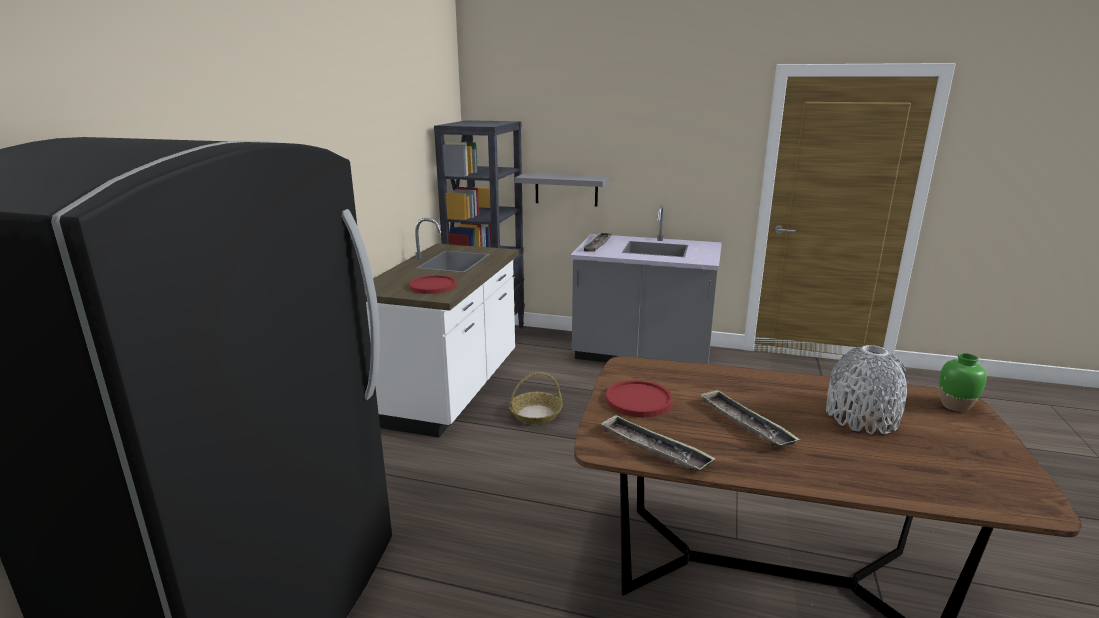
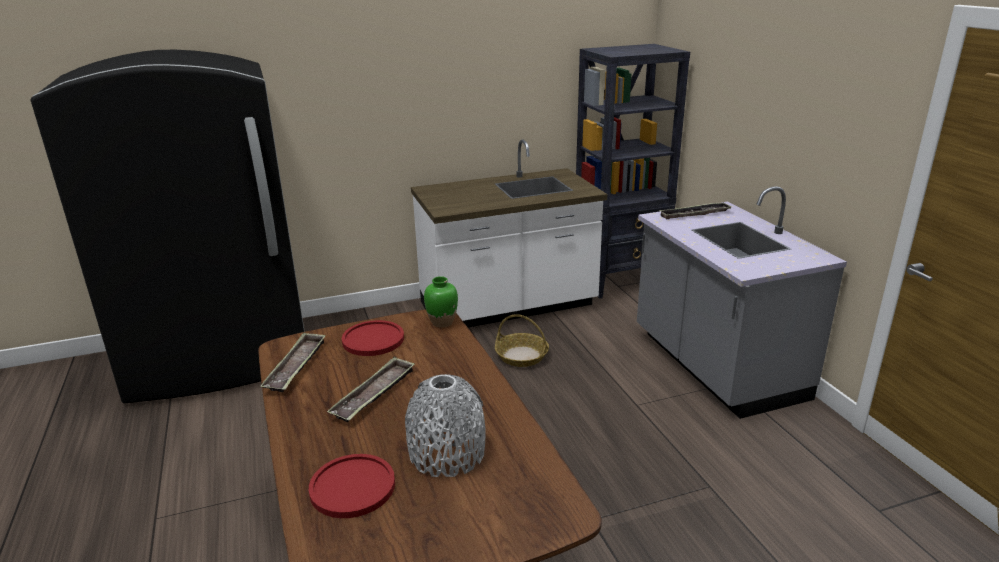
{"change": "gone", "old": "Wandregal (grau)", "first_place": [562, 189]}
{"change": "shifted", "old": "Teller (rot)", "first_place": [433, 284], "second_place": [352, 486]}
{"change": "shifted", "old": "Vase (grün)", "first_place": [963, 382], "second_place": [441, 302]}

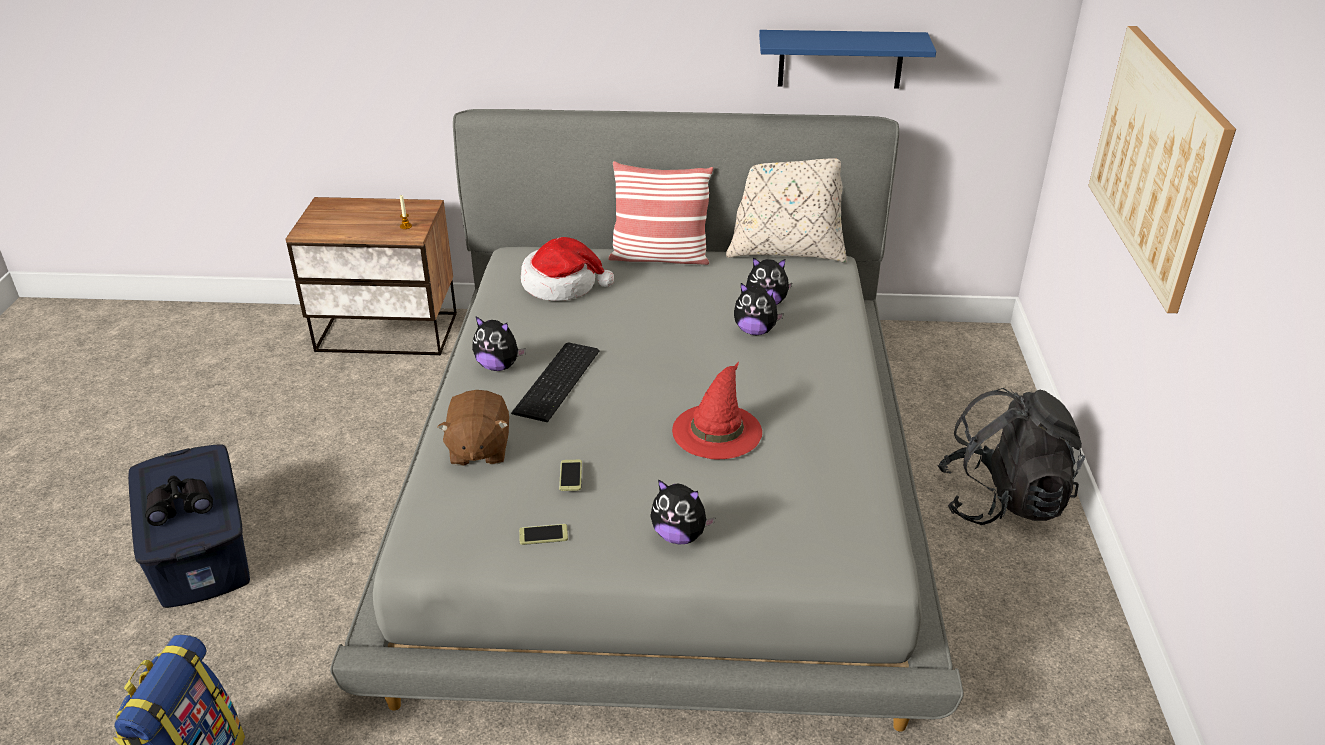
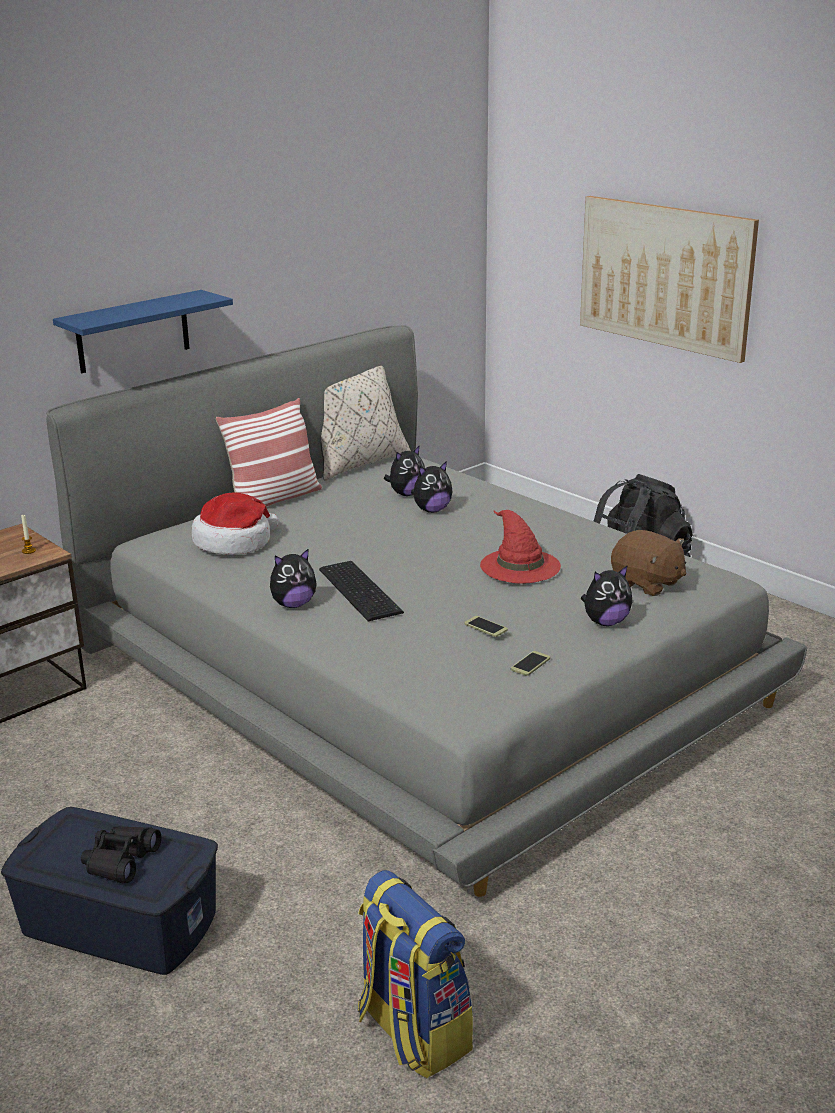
{"change": "shifted", "old": "Plüschtier (braun)", "first_place": [473, 428], "second_place": [648, 563]}
{"change": "shifted", "old": "Wandregal (blau)", "first_place": [847, 59], "second_place": [143, 331]}

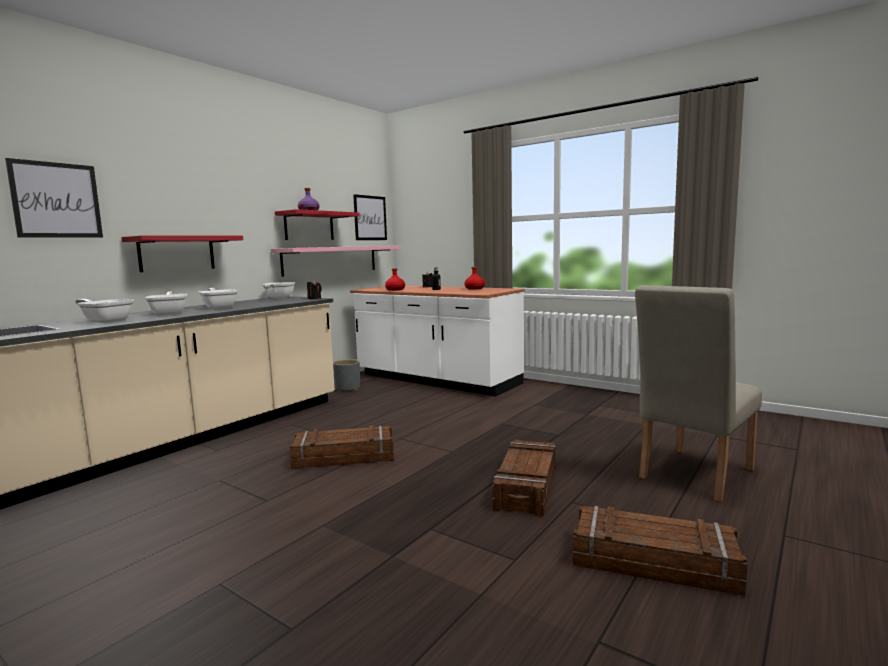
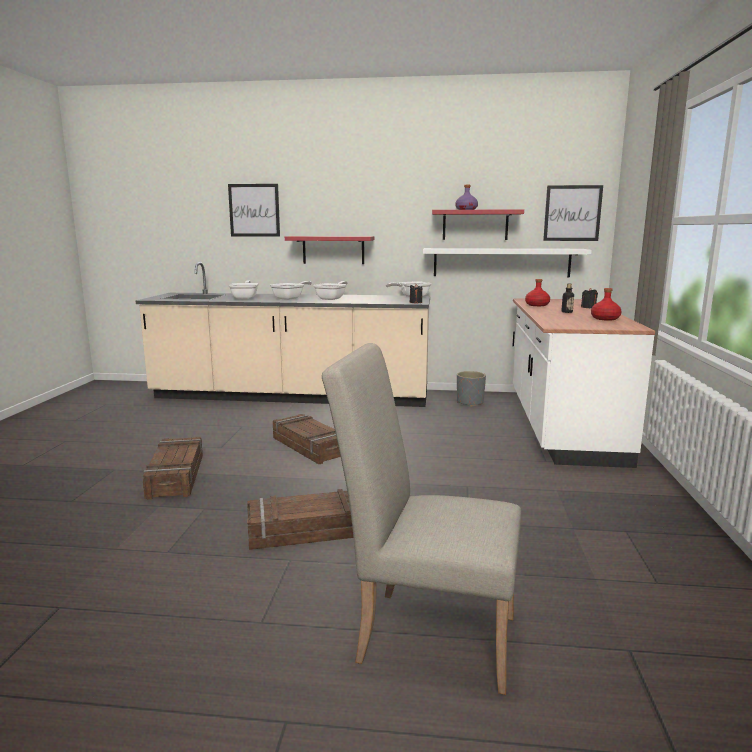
{"change": "shifted", "old": "Kiste", "first_place": [660, 551], "second_place": [172, 468]}
{"change": "repainted", "old": "Wandregal (rosa)", "new": "Wandregal (weiß)", "first_place": [335, 261], "second_place": [507, 262]}

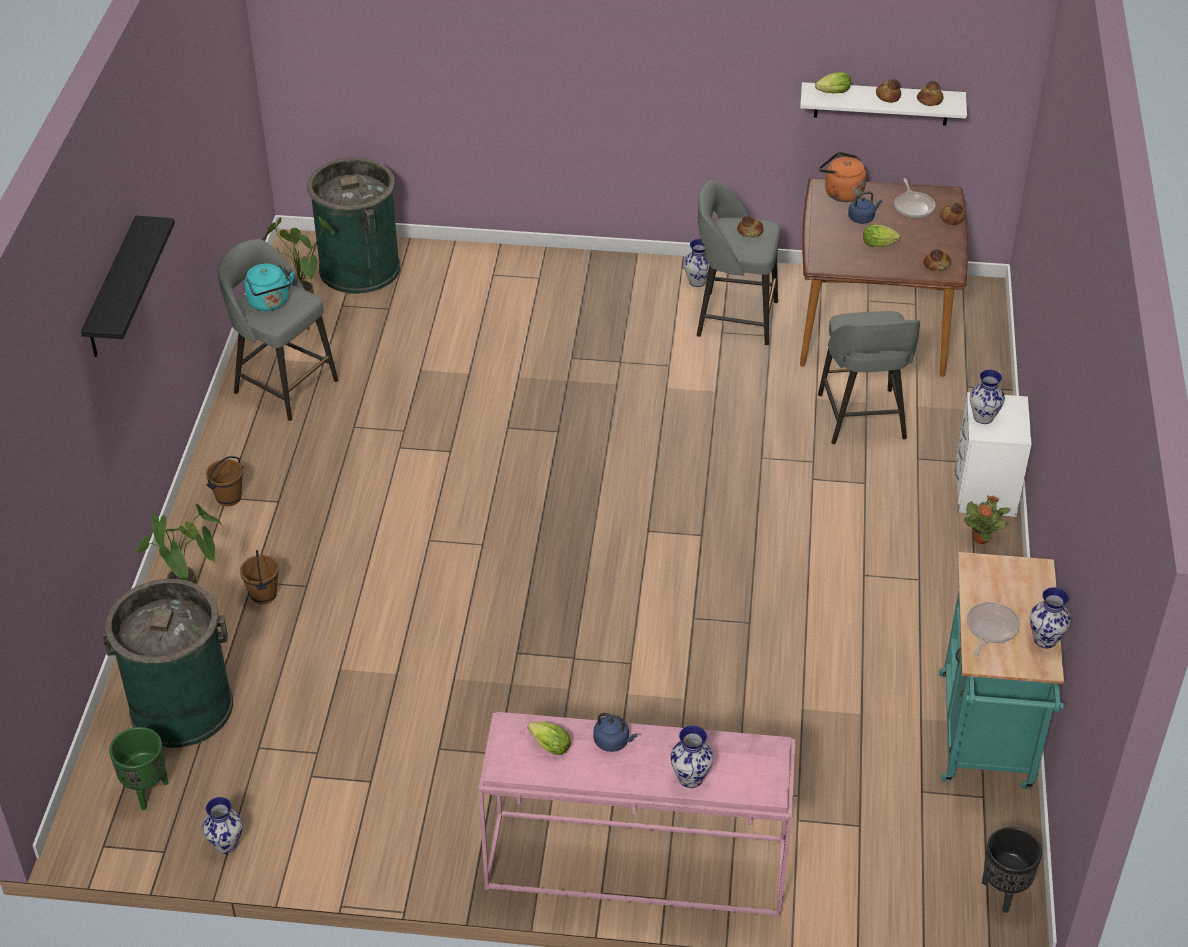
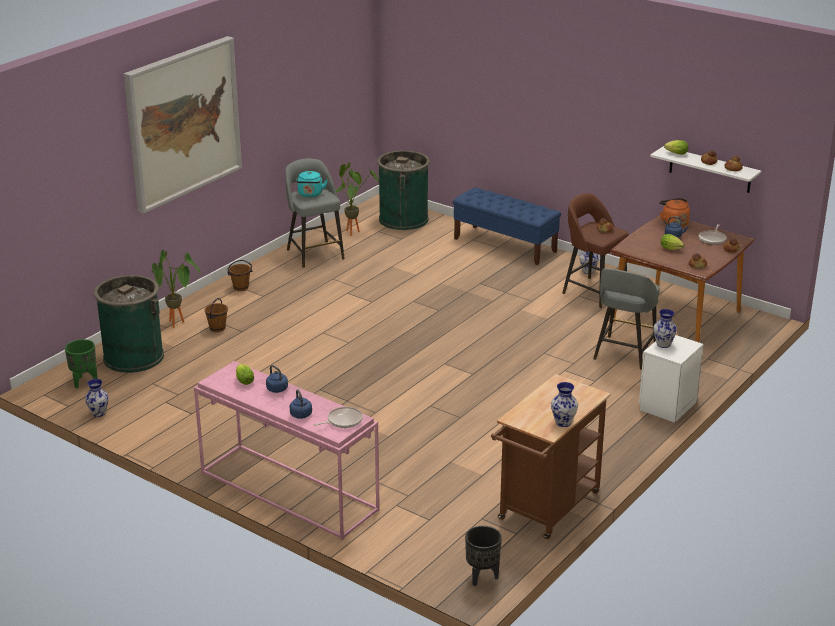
{"change": "gone", "old": "Topfpflanze", "first_place": [987, 520]}
{"change": "new", "new": "Bank (blau)", "second_place": [507, 226]}
{"change": "shifted", "old": "Pfanne", "first_place": [993, 629], "second_place": [338, 417]}
{"change": "swapped", "old": "Wandregal (schwarz)", "new": "Bild", "first_place": [128, 286], "second_place": [183, 124]}
{"change": "swapped", "old": "Vase", "new": "Wasserkessel (blau)", "first_place": [691, 756], "second_place": [301, 404]}
{"change": "repainted", "old": "Hocker (grau)", "new": "Hocker (braun)", "first_place": [739, 262], "second_place": [595, 250]}
{"change": "repainted", "old": "Rollwagen (türkis)", "new": "Rollwagen (braun)", "first_place": [1001, 671], "second_place": [551, 457]}

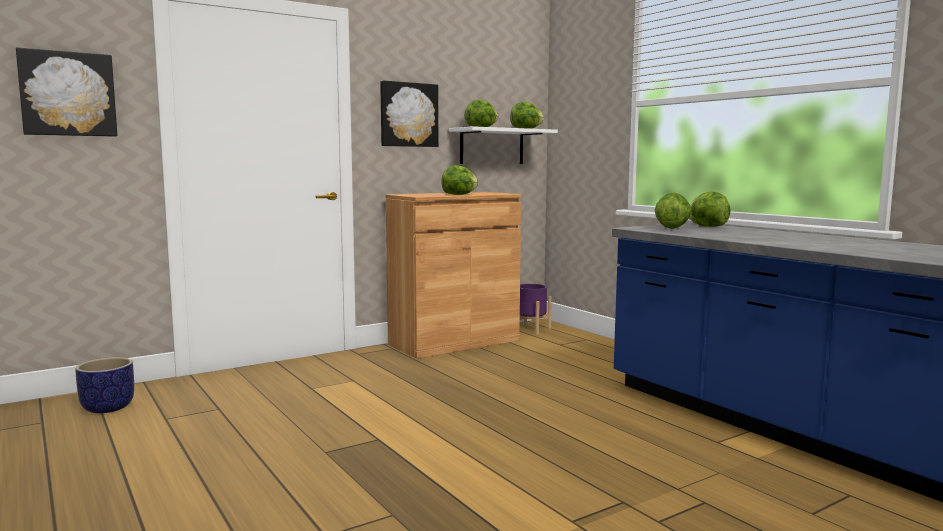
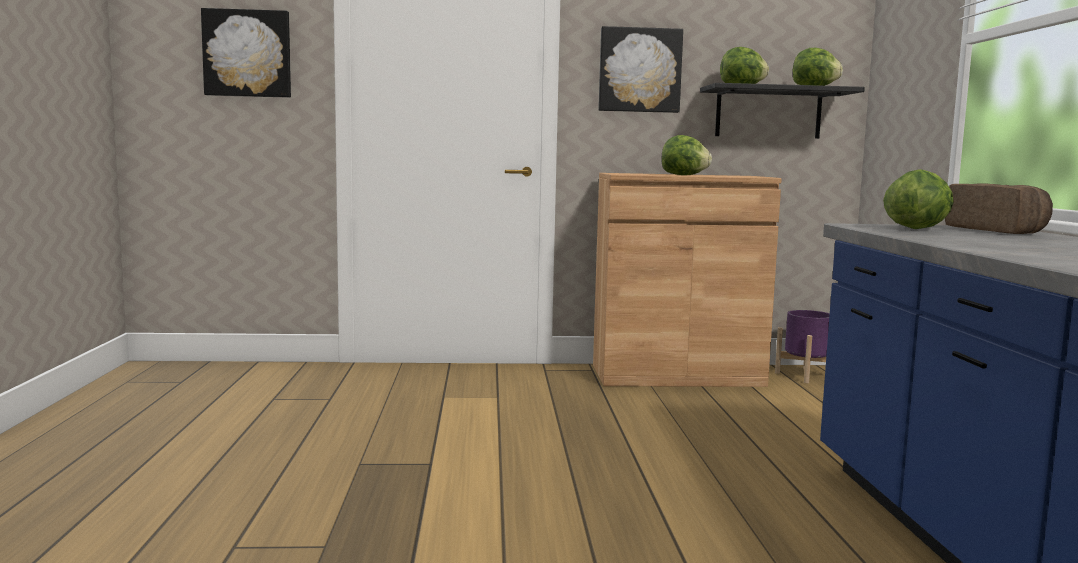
{"change": "gone", "old": "Pflanzkübel", "first_place": [105, 385]}
{"change": "swapped", "old": "Salatkopf", "new": "Brot", "first_place": [709, 209], "second_place": [999, 209]}
{"change": "repainted", "old": "Wandregal (weiß)", "new": "Wandregal (schwarz)", "first_place": [503, 145], "second_place": [782, 111]}

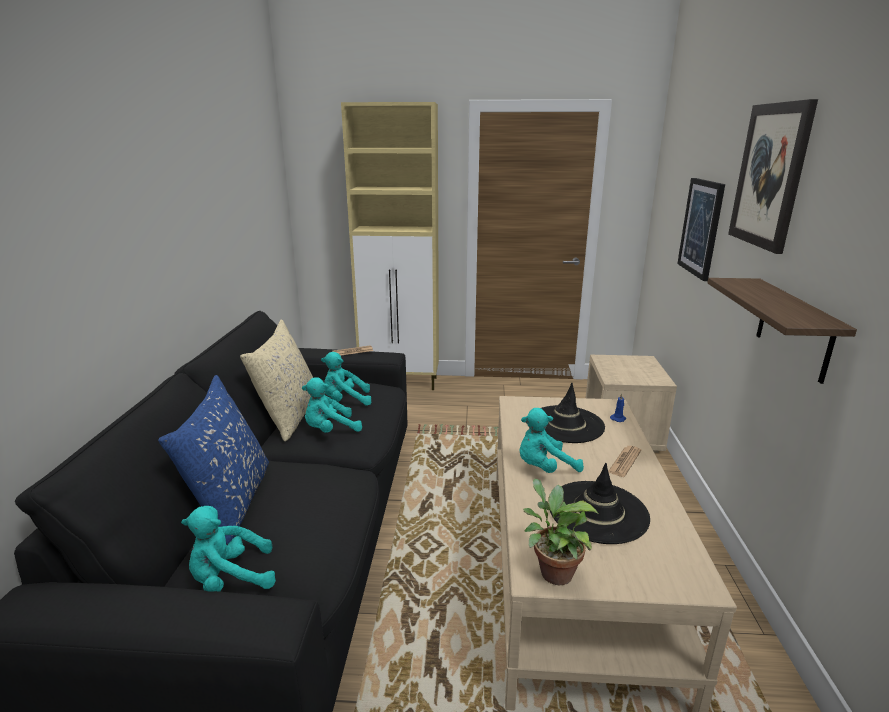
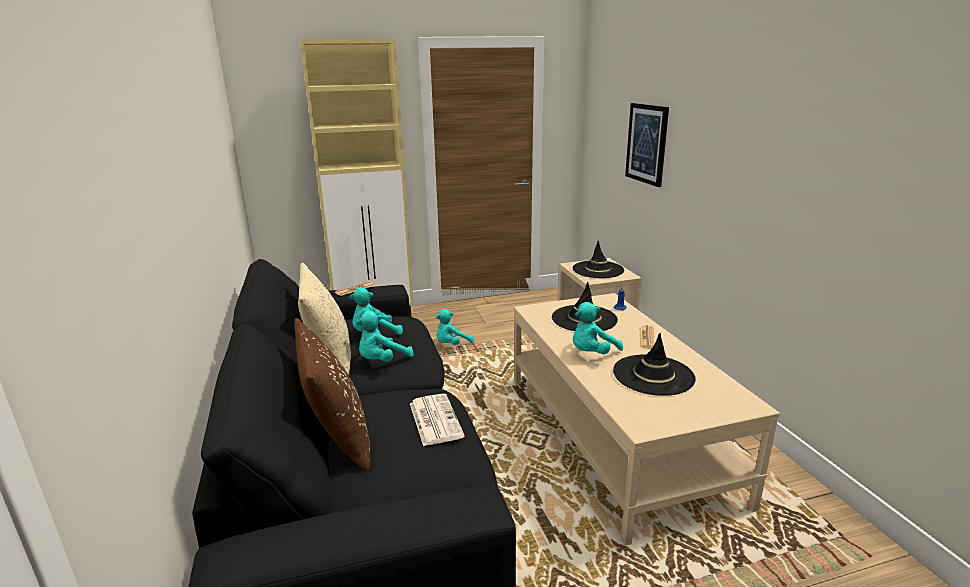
{"change": "gone", "old": "Topfpflanze", "first_place": [561, 532]}
{"change": "gone", "old": "Wandregal", "first_place": [782, 331]}
{"change": "gone", "old": "Bild", "first_place": [773, 176]}
{"change": "new", "new": "Zeitung", "second_place": [437, 420]}
{"change": "new", "new": "Hut (schwarz)", "second_place": [598, 259]}
{"change": "shifted", "old": "Plüschtier (türkis)", "first_place": [228, 549], "second_place": [455, 327]}
{"change": "repainted", "old": "Kissen (blau)", "new": "Kissen (braun)", "first_place": [213, 460], "second_place": [332, 394]}

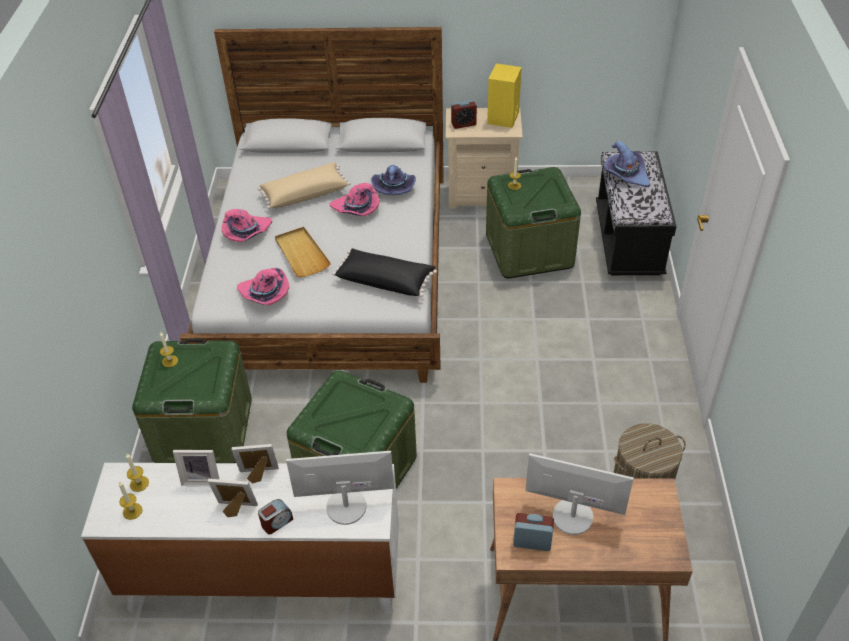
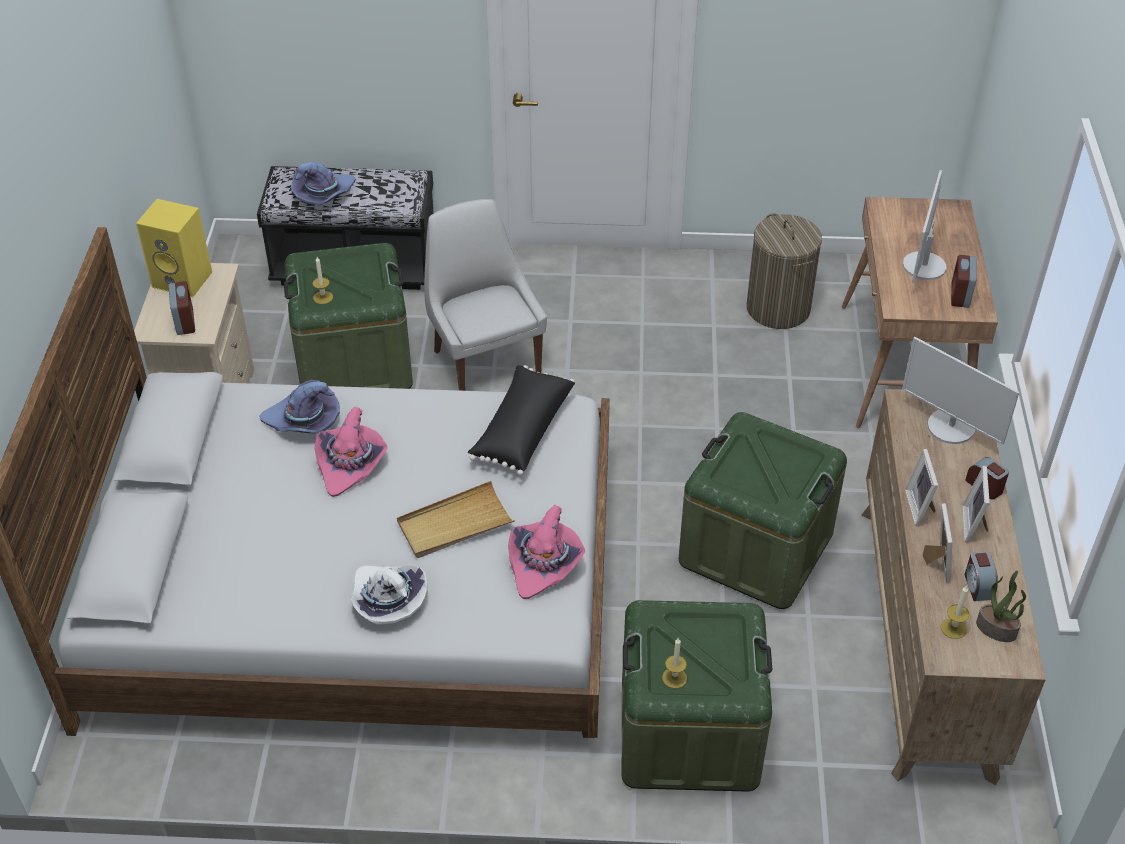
{"change": "gone", "old": "Kissen (beige)", "first_place": [304, 186]}
{"change": "new", "new": "Stuhl (weiß)", "second_place": [485, 295]}
{"change": "new", "new": "Wecker", "second_place": [981, 576]}
{"change": "swapped", "old": "Kerze", "new": "Topfpflanze", "first_place": [130, 500], "second_place": [1001, 606]}
{"change": "repainted", "old": "Kommode (weiß)", "new": "Kommode (braun)", "first_place": [240, 539], "second_place": [953, 587]}
{"change": "repainted", "old": "Hut (rosa)", "new": "Hut (weiß)", "first_place": [246, 225], "second_place": [389, 594]}
{"change": "rotated", "old": "Monitor", "first_place": [340, 488], "second_place": [960, 391], "degrees": -45}

